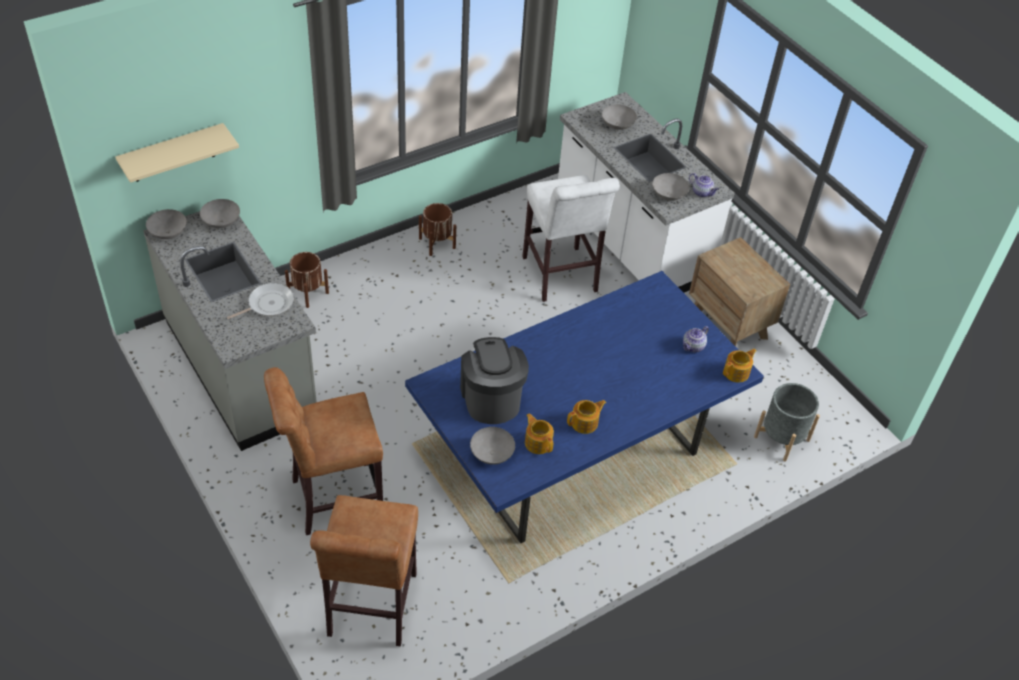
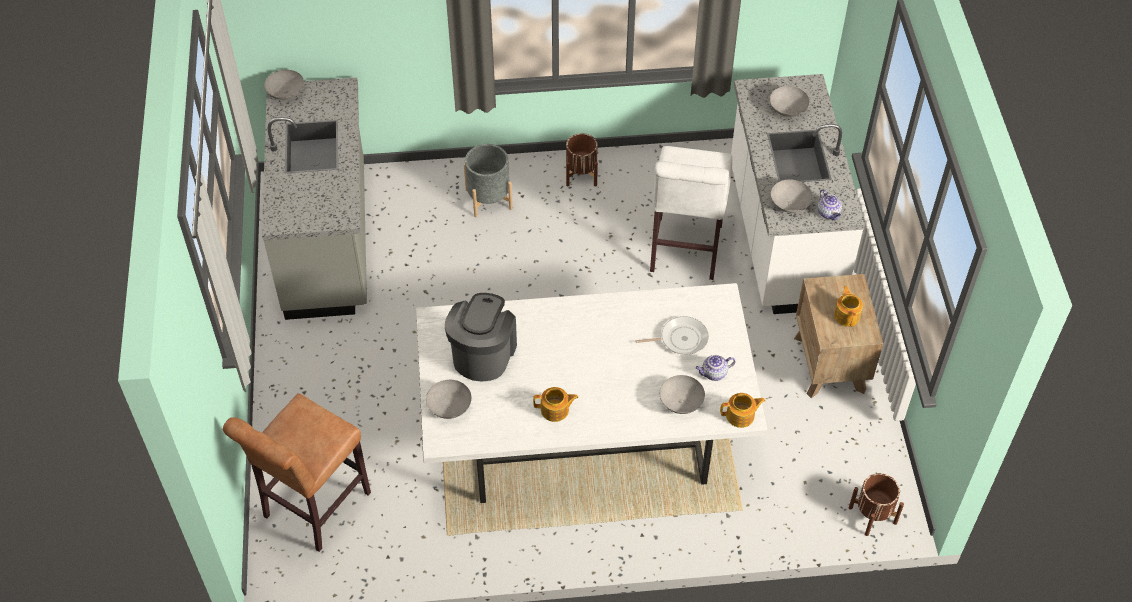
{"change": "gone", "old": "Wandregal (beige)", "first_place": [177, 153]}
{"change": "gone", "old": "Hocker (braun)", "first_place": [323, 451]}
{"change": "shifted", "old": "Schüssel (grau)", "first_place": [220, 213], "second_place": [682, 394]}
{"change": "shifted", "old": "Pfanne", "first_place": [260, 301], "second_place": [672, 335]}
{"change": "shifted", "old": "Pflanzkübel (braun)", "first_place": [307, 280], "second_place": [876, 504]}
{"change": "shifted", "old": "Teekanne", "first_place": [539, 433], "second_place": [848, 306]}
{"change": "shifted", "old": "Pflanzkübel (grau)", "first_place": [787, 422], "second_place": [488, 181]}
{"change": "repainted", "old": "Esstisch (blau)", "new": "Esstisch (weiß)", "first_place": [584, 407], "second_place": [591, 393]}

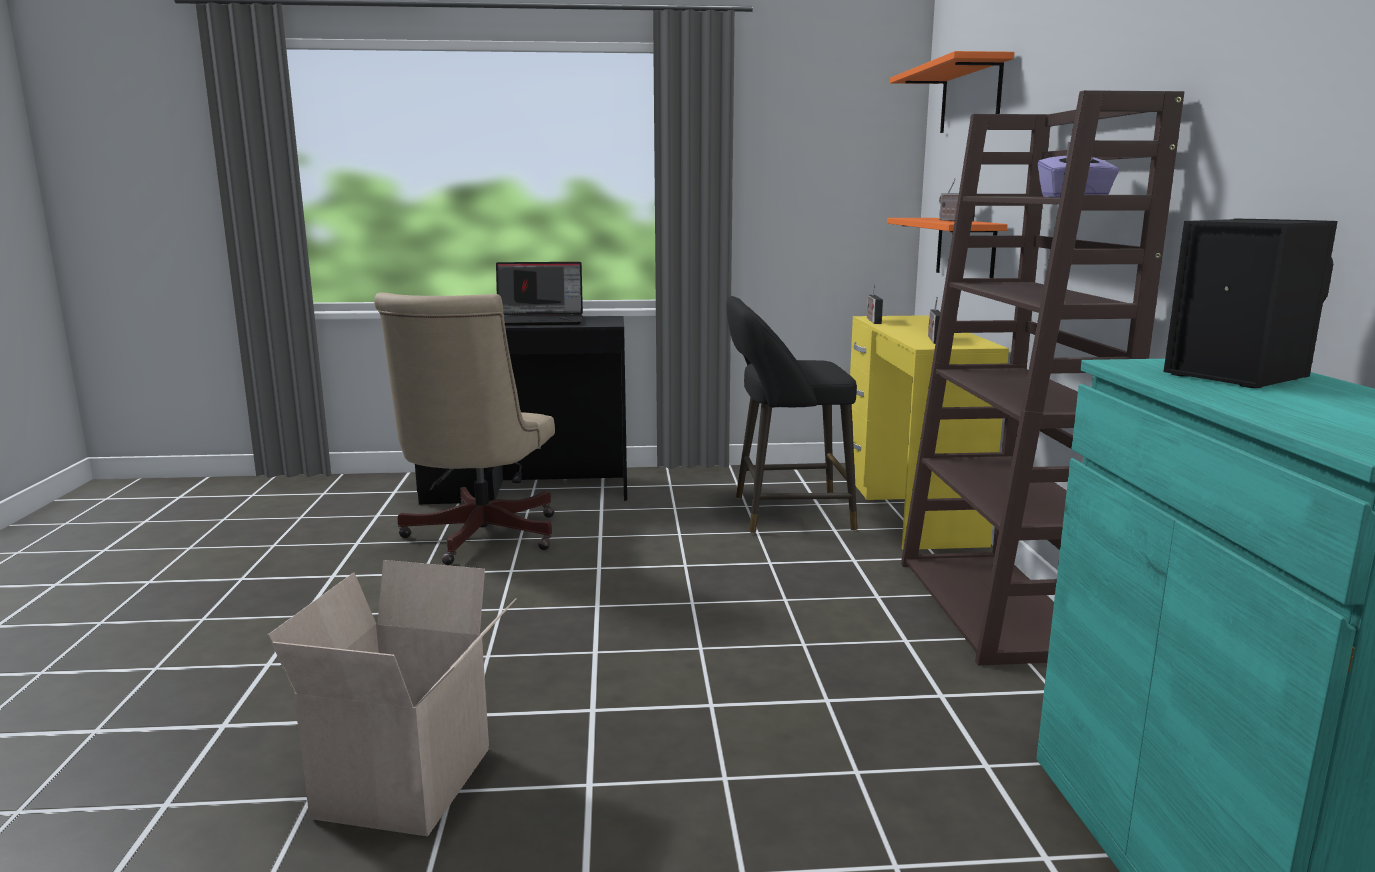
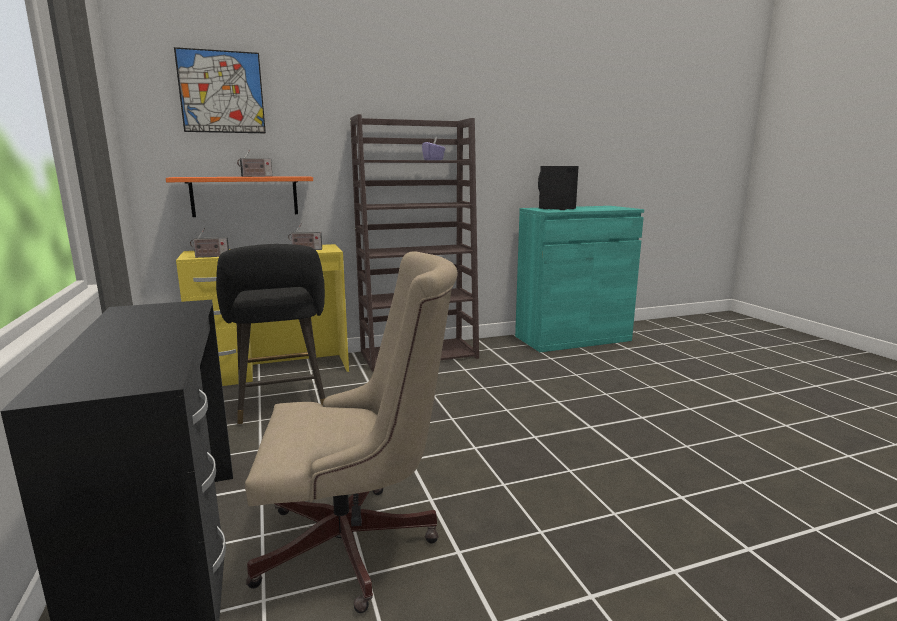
{"change": "gone", "old": "Karton", "first_place": [392, 698]}
{"change": "gone", "old": "Laptop", "first_place": [539, 294]}
{"change": "swapped", "old": "Wandregal (orange)", "new": "Bild", "first_place": [952, 92], "second_place": [220, 90]}

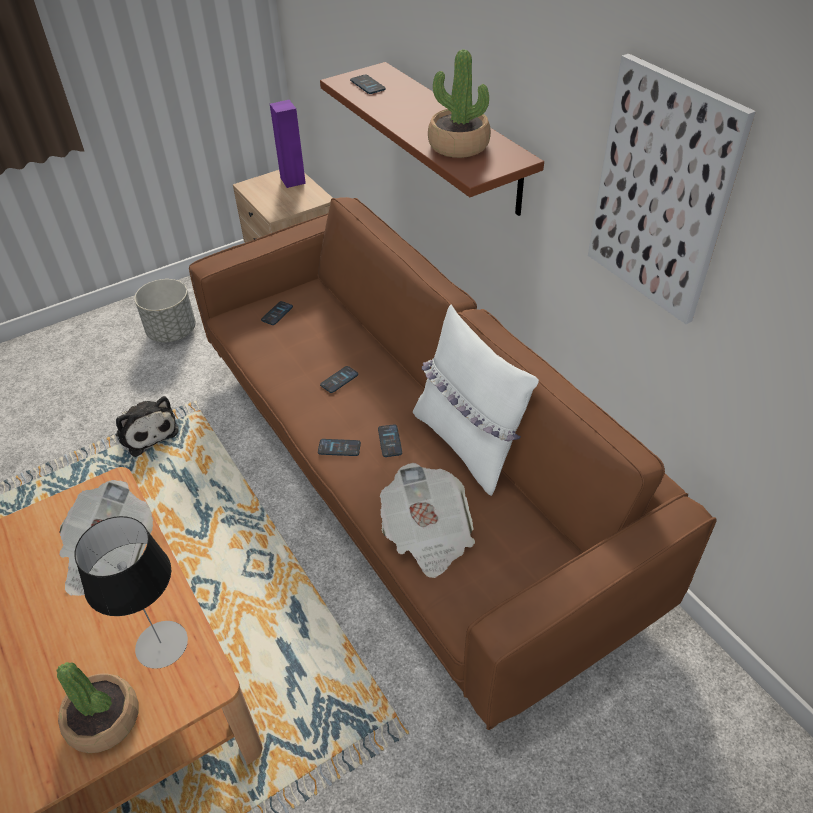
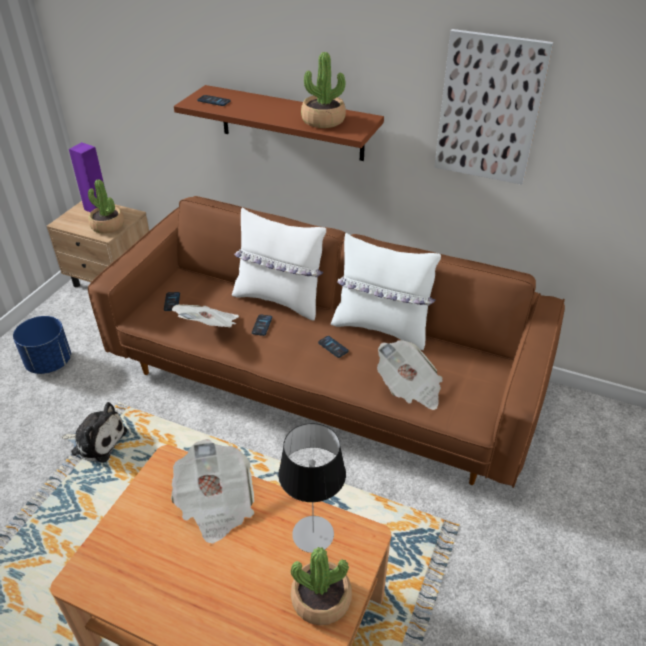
{"change": "gone", "old": "Handy", "first_place": [339, 447]}
{"change": "new", "new": "Topfpflanze", "second_place": [106, 206]}
{"change": "new", "new": "Zeitung", "second_place": [205, 316]}
{"change": "new", "new": "Kissen (weiß)", "second_place": [279, 264]}
{"change": "repainted", "old": "Pflanzkübel (grau)", "new": "Pflanzkübel (blau)", "first_place": [165, 310], "second_place": [42, 345]}

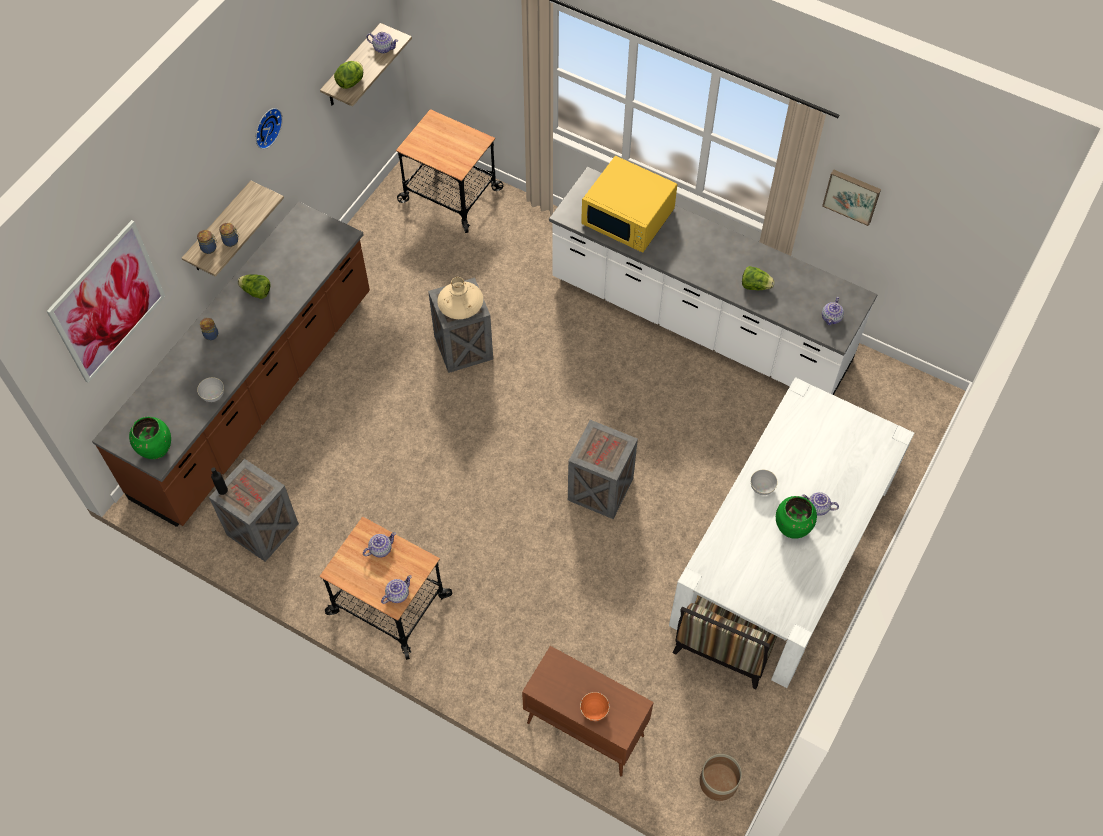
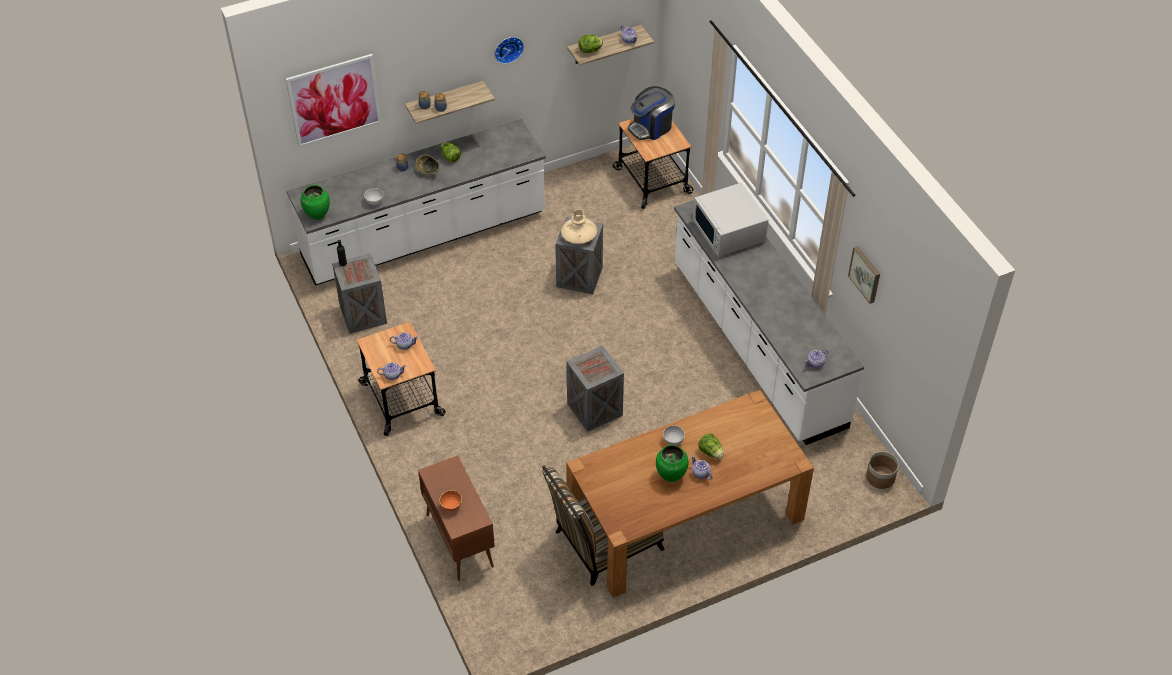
{"change": "new", "new": "Schüssel", "second_place": [428, 164]}
{"change": "new", "new": "Kaffeemaschine", "second_place": [651, 113]}
{"change": "shifted", "old": "Pflanzkübel", "first_place": [721, 777], "second_place": [882, 470]}
{"change": "shifted", "old": "Salatkopf", "first_place": [758, 278], "second_place": [711, 446]}
{"change": "repainted", "old": "Küchenzeile (braun)", "new": "Küchenzeile (weiß)", "first_place": [231, 364], "second_place": [416, 202]}
{"change": "repainted", "old": "Mikrowelle (gelb)", "new": "Mikrowelle (weiß)", "first_place": [629, 204], "second_place": [730, 220]}
{"change": "repainted", "old": "Esstisch (weiß)", "new": "Esstisch (braun)", "first_place": [791, 532], "second_place": [690, 494]}

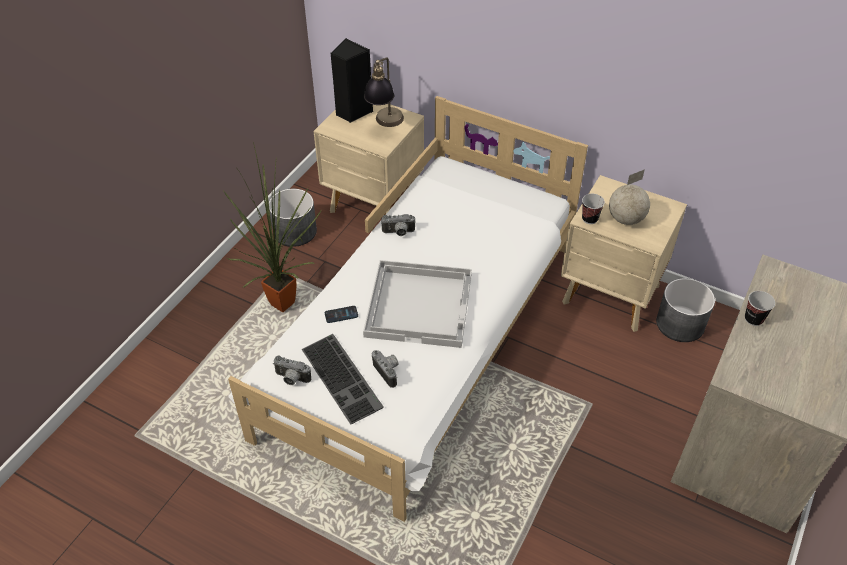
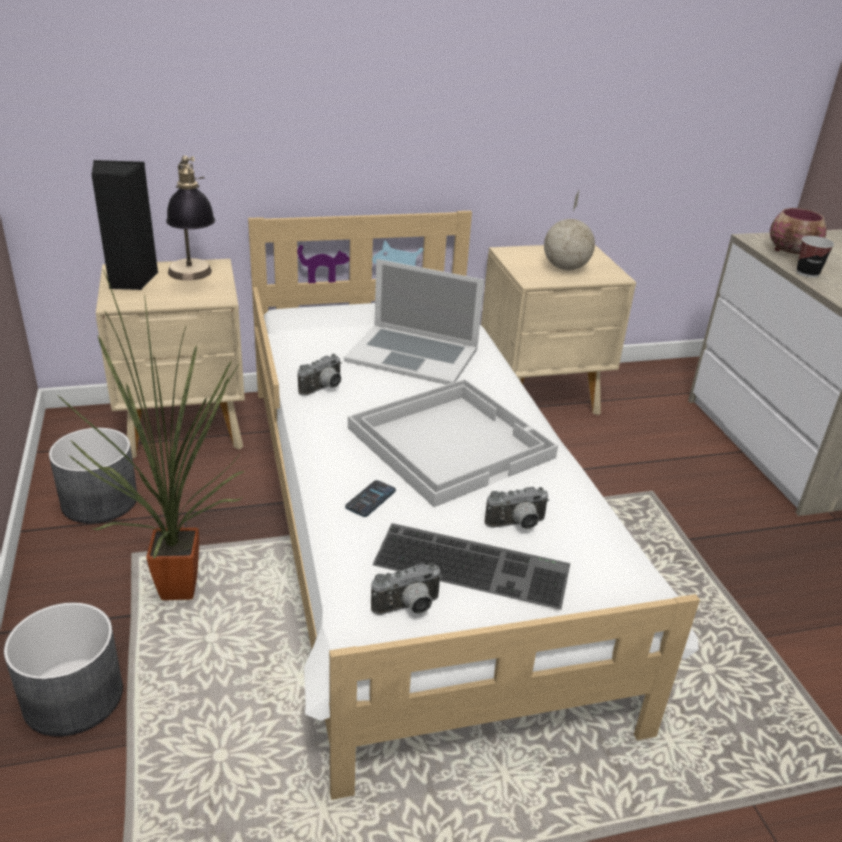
{"change": "gone", "old": "Tasse", "first_place": [593, 209]}
{"change": "new", "new": "Laptop", "second_place": [414, 322]}
{"change": "new", "new": "Schüssel", "second_place": [798, 231]}
{"change": "shifted", "old": "Pflanzkübel (grau)", "first_place": [685, 310], "second_place": [63, 670]}
{"change": "rotated", "old": "Kamera", "first_place": [385, 369], "second_place": [517, 508], "degrees": 150}

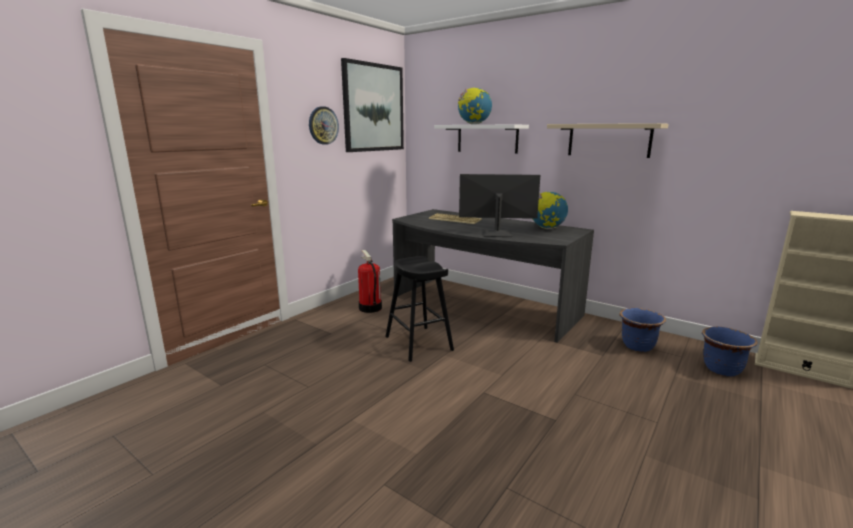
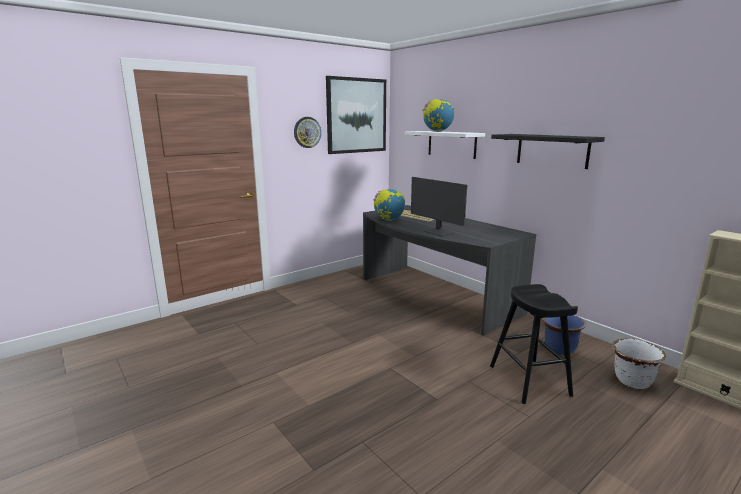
{"change": "gone", "old": "Feuerlöscher", "first_place": [370, 281]}
{"change": "shifted", "old": "Hocker (schwarz)", "first_place": [419, 309], "second_place": [534, 344]}
{"change": "shifted", "old": "Globus", "first_place": [550, 210], "second_place": [389, 205]}
{"change": "repainted", "old": "Wandregal (beige)", "new": "Wandregal (schwarz)", "first_place": [608, 140], "second_place": [548, 151]}
{"change": "repainted", "old": "Pflanzkübel (blau)", "new": "Pflanzkübel (weiß)", "first_place": [730, 352], "second_place": [639, 363]}
{"change": "rotated", "old": "Monitor", "first_place": [499, 205], "second_place": [439, 206], "degrees": -150}

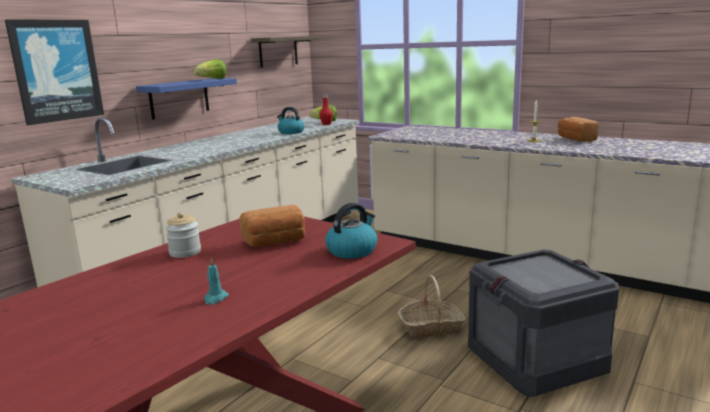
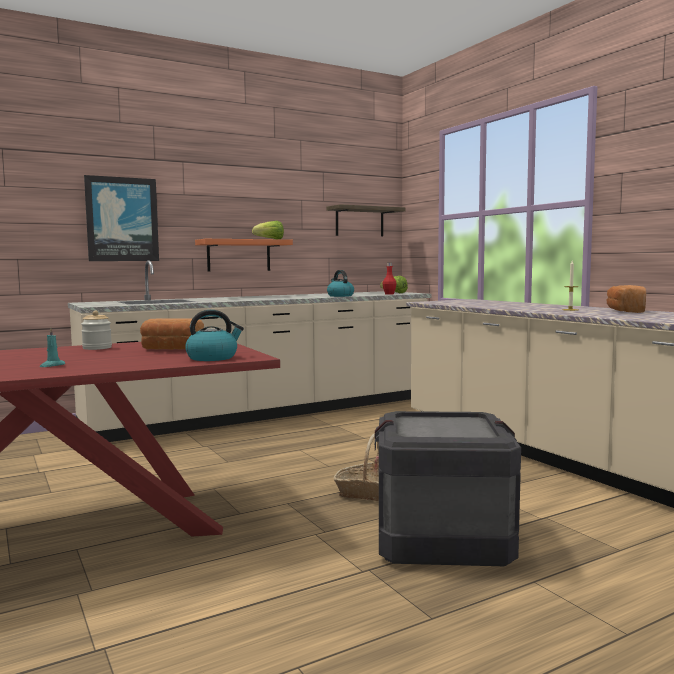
{"change": "repainted", "old": "Wandregal (blau)", "new": "Wandregal (orange)", "first_place": [186, 99], "second_place": [244, 255]}

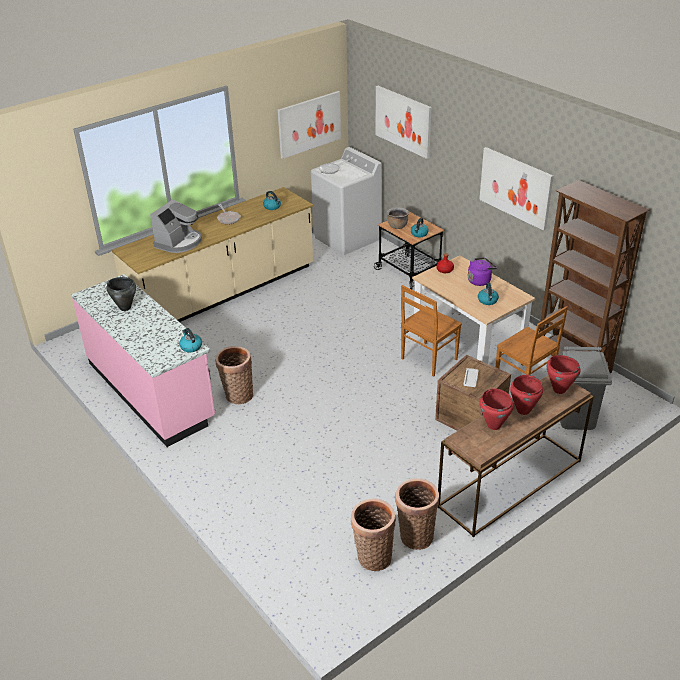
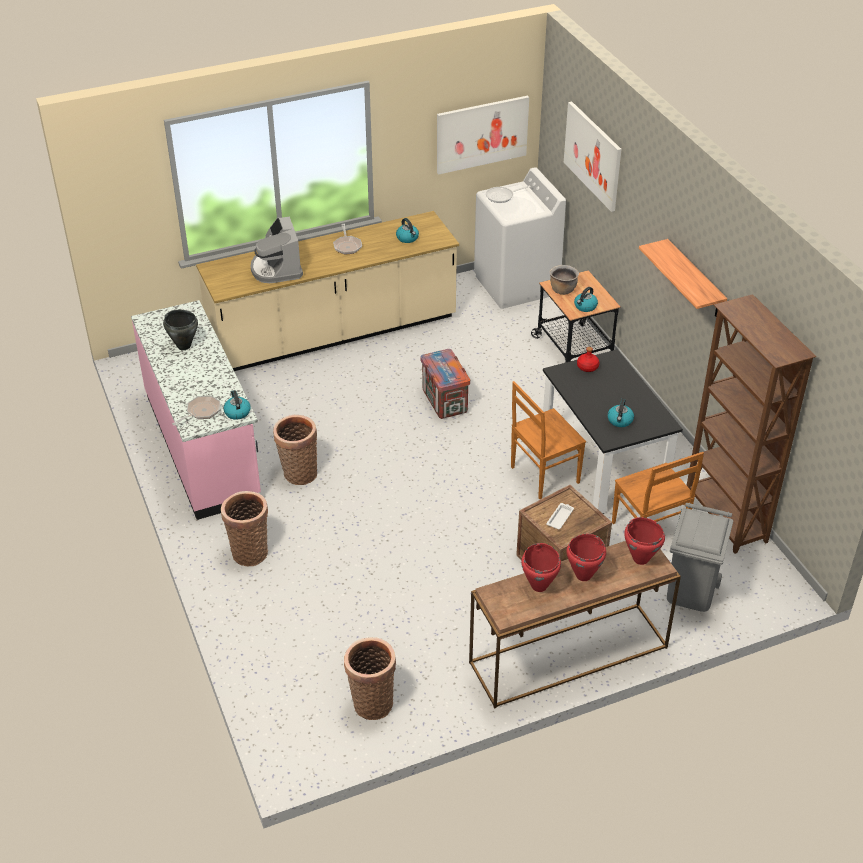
{"change": "gone", "old": "Wasserkessel (lila)", "first_place": [482, 272]}
{"change": "new", "new": "Pfanne", "second_place": [196, 411]}
{"change": "new", "new": "Kiste", "second_place": [445, 384]}
{"change": "shifted", "old": "Korb", "first_place": [417, 514], "second_place": [244, 528]}
{"change": "swapped", "old": "Bild", "new": "Wandregal", "first_place": [516, 189], "second_place": [683, 278]}
{"change": "repainted", "old": "Esstisch (beige)", "new": "Esstisch (schwarz)", "first_place": [474, 309], "second_place": [613, 431]}
{"change": "rotated", "old": "Kaffeemaschine", "first_place": [176, 226], "second_place": [277, 250], "degrees": 120}

